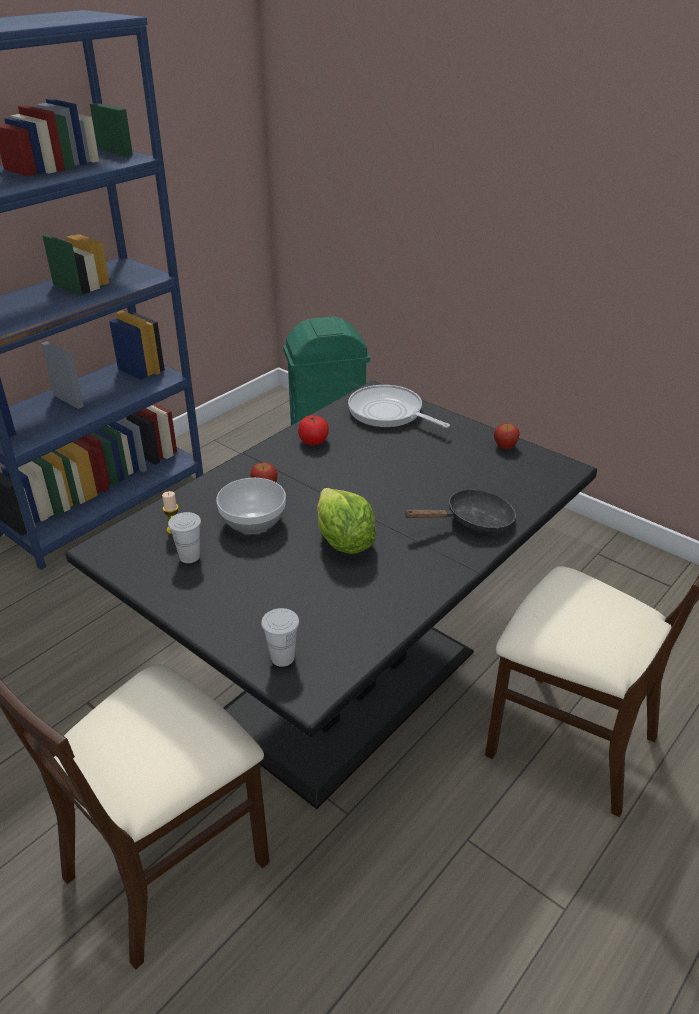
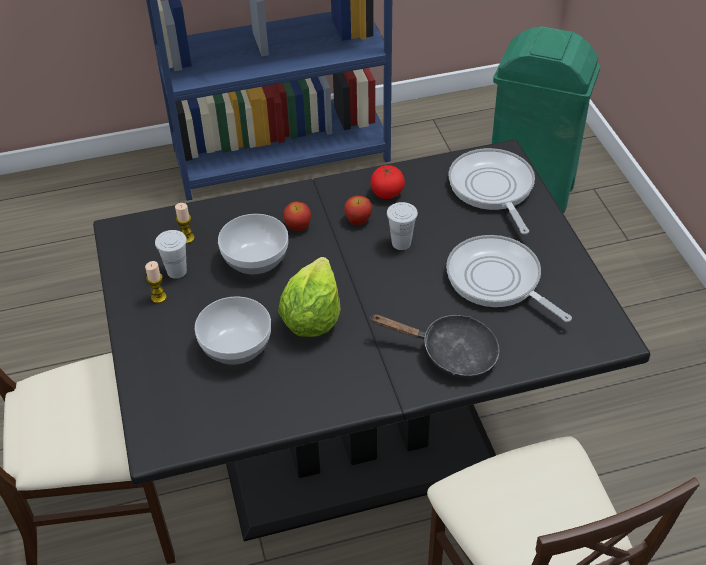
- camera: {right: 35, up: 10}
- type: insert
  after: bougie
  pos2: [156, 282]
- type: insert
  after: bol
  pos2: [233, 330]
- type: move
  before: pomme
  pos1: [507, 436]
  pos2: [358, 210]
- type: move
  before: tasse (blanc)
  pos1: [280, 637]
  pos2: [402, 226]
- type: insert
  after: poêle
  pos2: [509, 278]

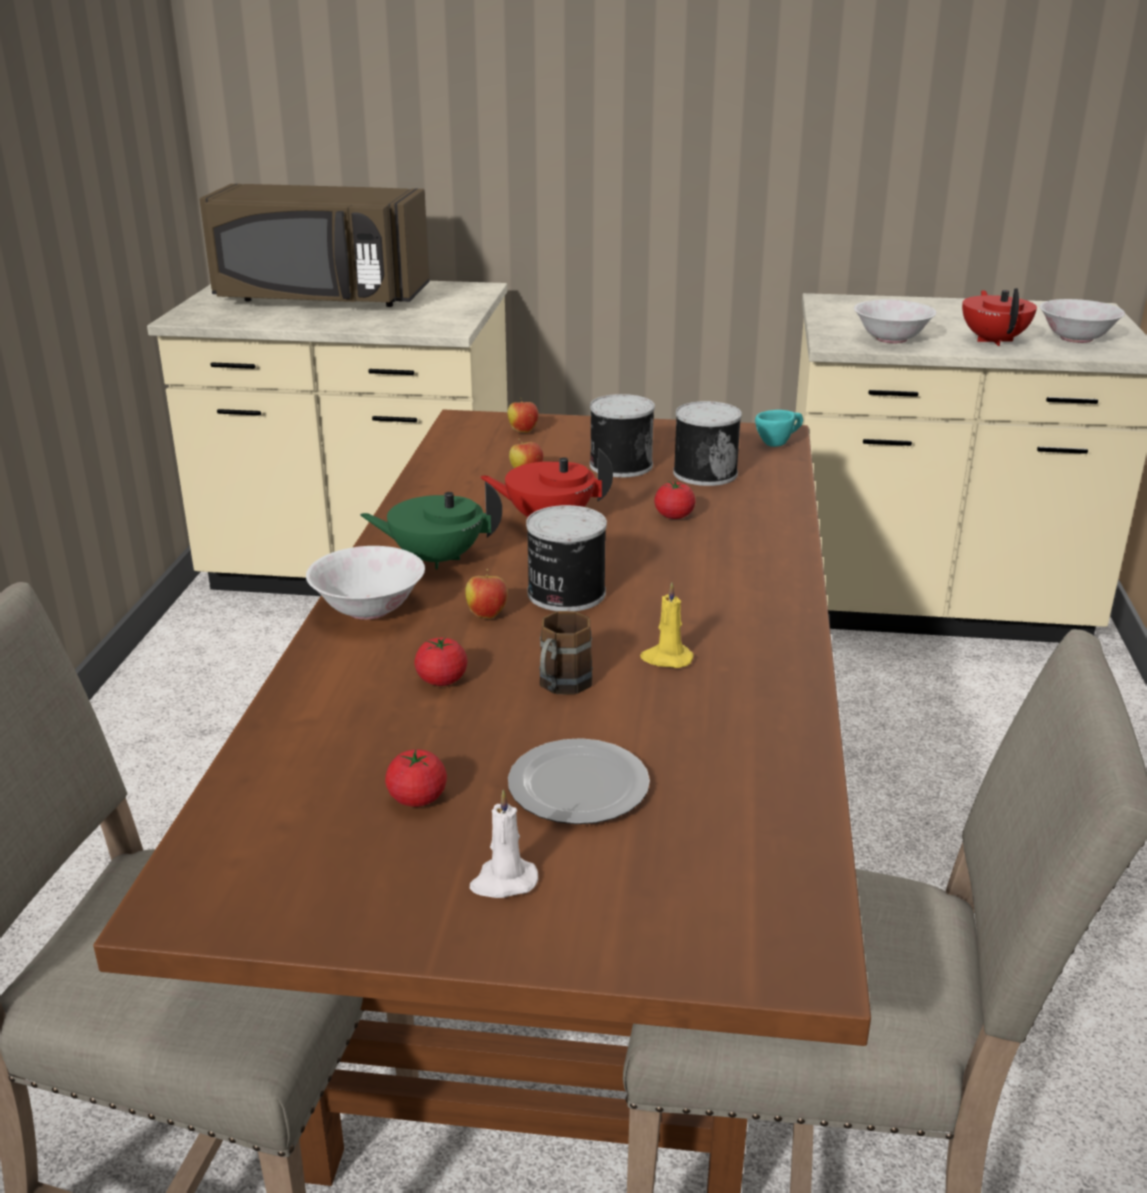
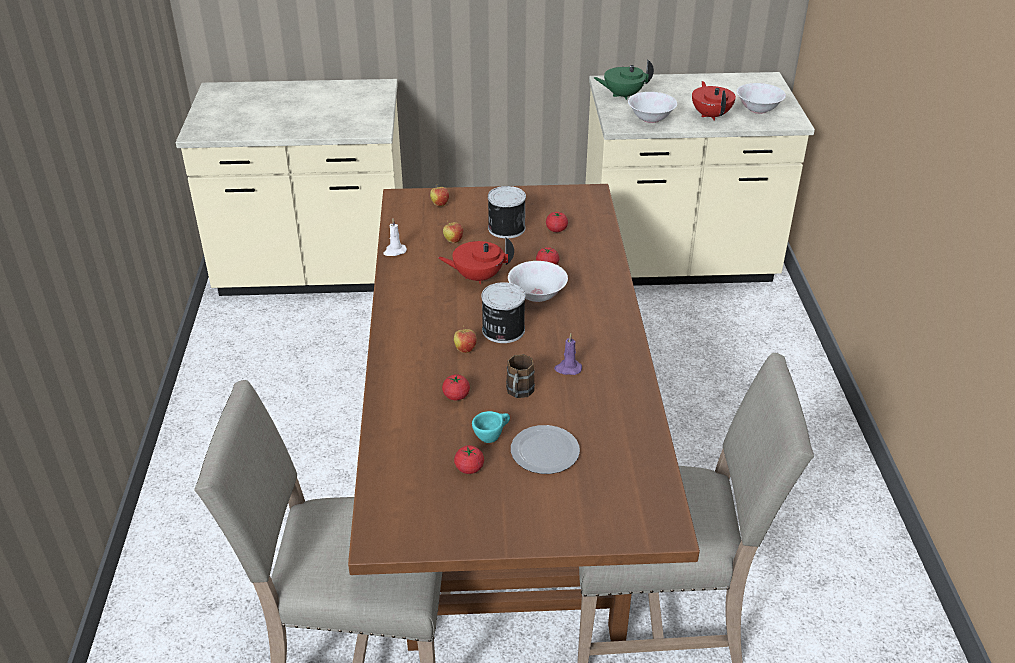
- camera: {right: -10, up: 10}
- type: move
  before: bougie (blanc)
  pos1: [504, 844]
  pos2: [395, 237]
- type: move
  before: tasse (turquoise)
  pos1: [779, 428]
  pos2: [491, 427]
- type: move
  before: bol (blanc)
  pos1: [365, 583]
  pos2: [538, 281]
- type: replace
  before: boîte métallique
  after: tomate
  pos1: [707, 443]
  pos2: [557, 222]
- type: recolor
  before: bougie (jaune)
  after: bougie (violet)
  pos1: [667, 625]
  pos2: [568, 354]
- type: move
  before: théière (vert)
  pos1: [431, 525]
  pos2: [624, 79]
- type: delete
  before: micro-ondes (marron)
  pos1: [314, 245]

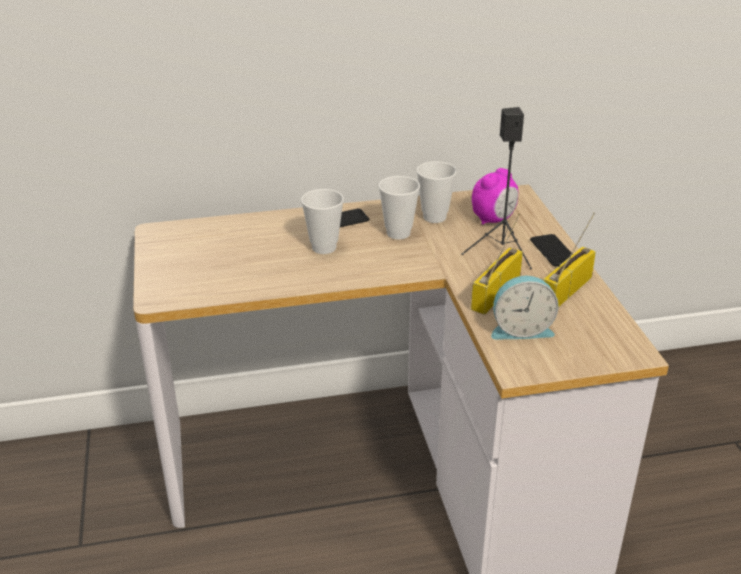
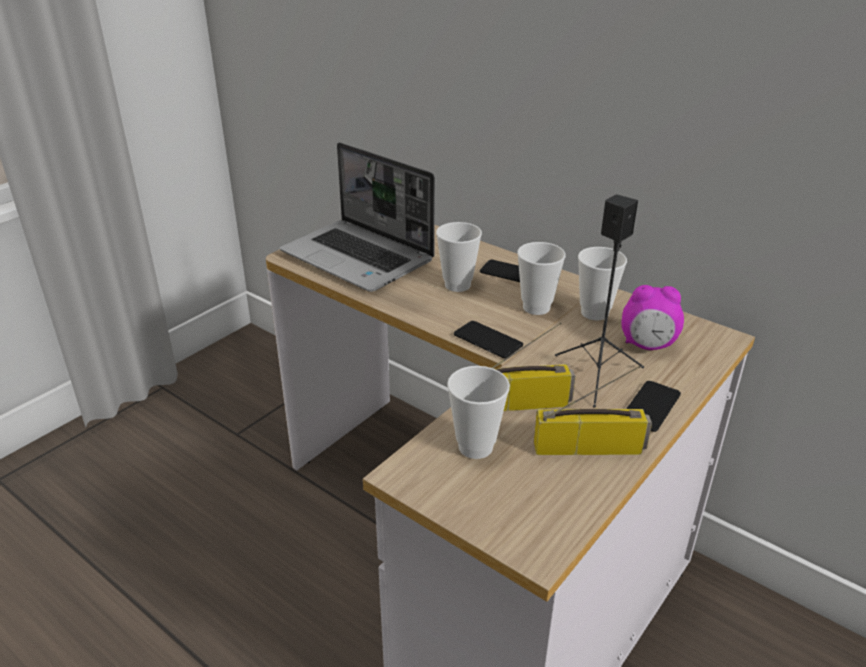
- camera: {right: 50, up: 0}
- type: insert
  after: ordinateur portable
  pos2: [357, 217]
- type: replace
  before: réveil
  after: tasse
  pos1: [525, 308]
  pos2: [478, 412]
- type: insert
  after: téléphone
  pos2: [488, 339]

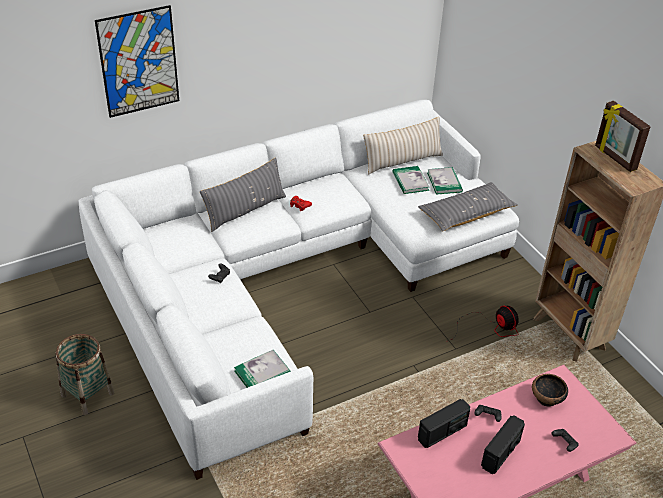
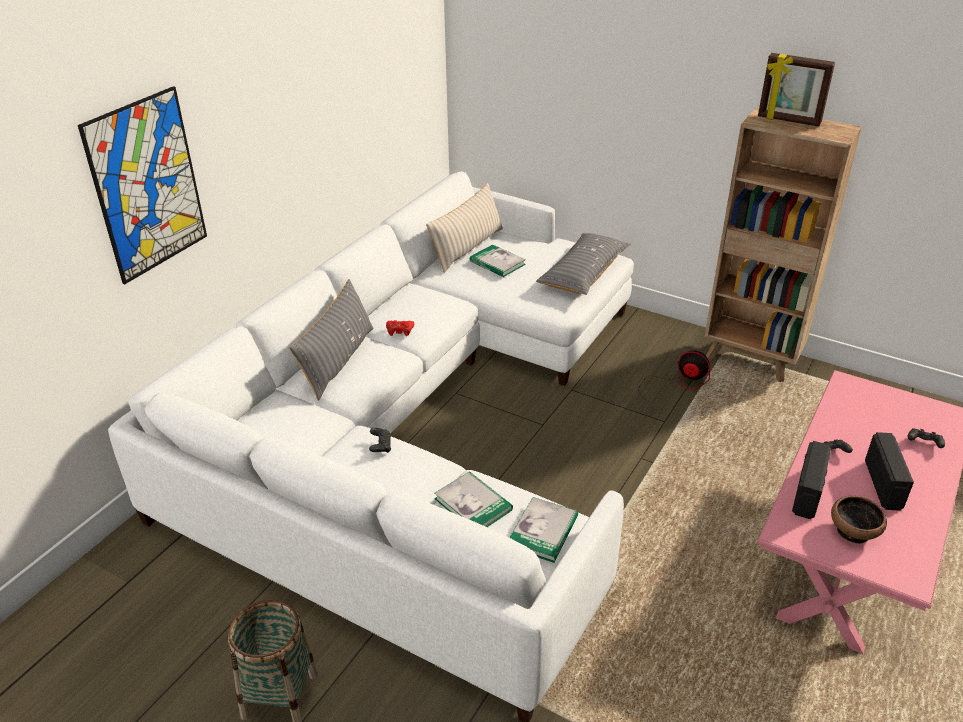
- camera: {right: -30, up: -5}
- type: move
  before: livre
  pos1: [445, 181]
  pos2: [473, 499]
- type: move
  before: bol
  pos1: [550, 390]
  pos2: [859, 520]

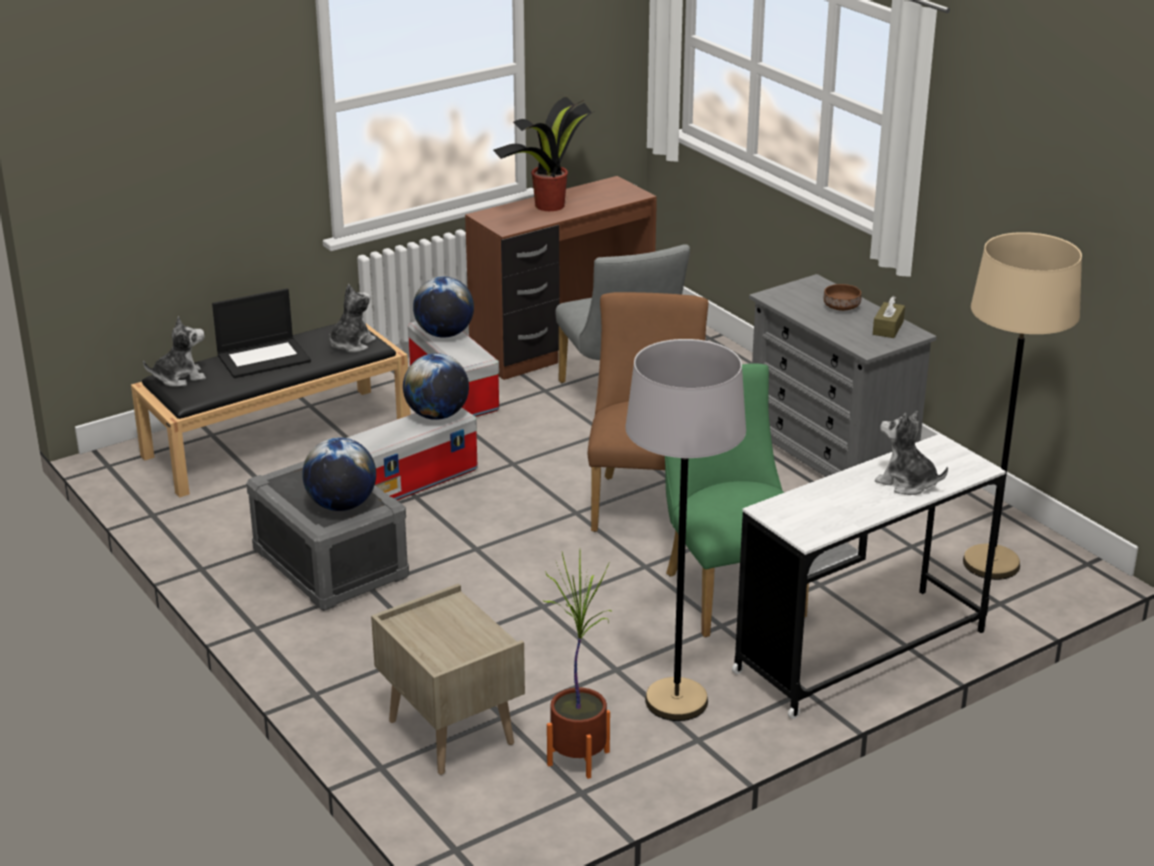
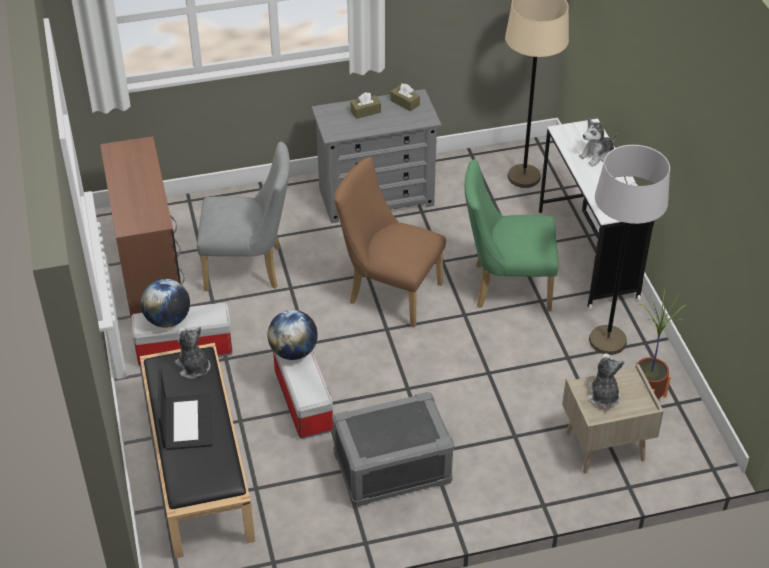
- camera: {right: -70, up: 15}
- type: replace
  before: bol (marron)
  after: boîte à mouchoirs (marron)
  pos1: [843, 297]
  pos2: [366, 105]
- type: move
  before: peluche
  pos1: [174, 351]
  pos2: [606, 380]
- type: delete
  before: globe
  pos1: [339, 474]
- type: delete
  before: plante en pot
  pos1: [544, 153]

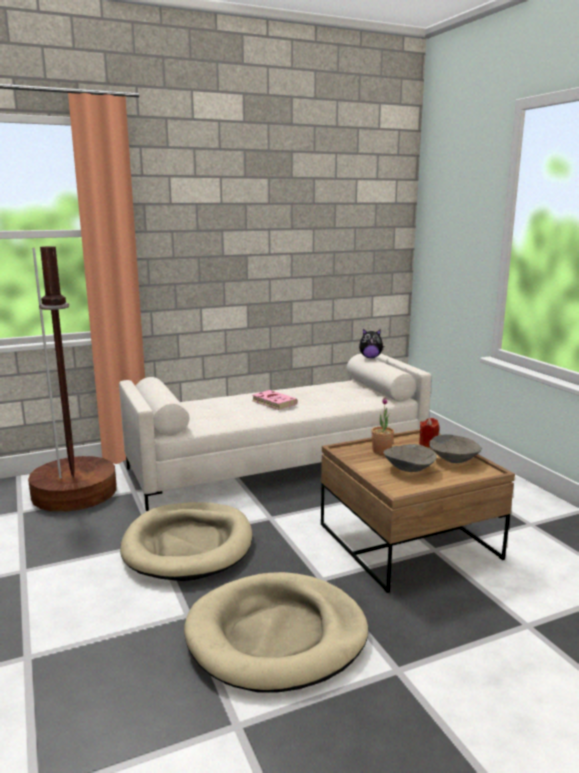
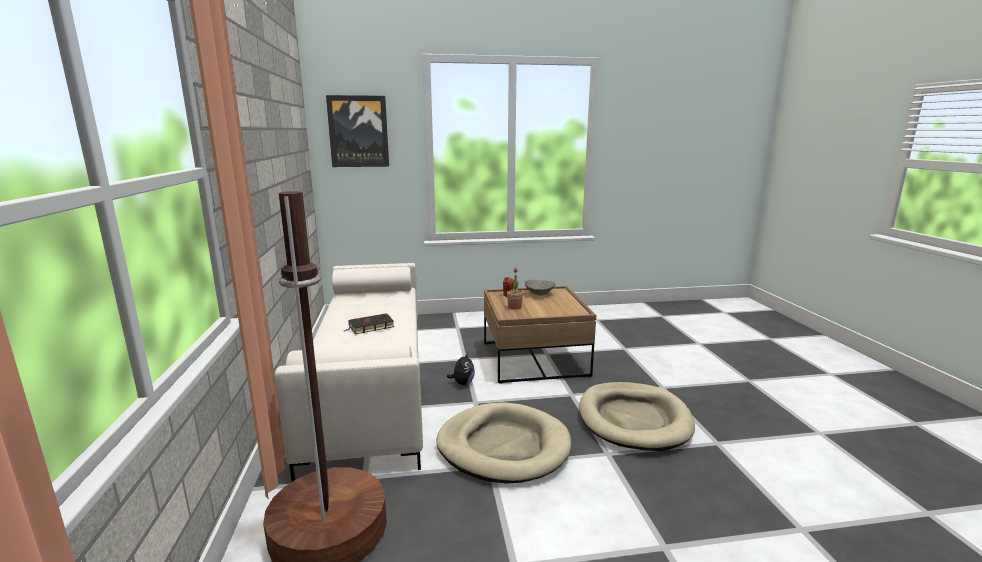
- camera: {right: -75, up: 0}
- type: insert
  after: tableau
  pos2: [357, 131]
- type: recolor
  before: livre (rose)
  after: livre (noir)
  pos1: [275, 400]
  pos2: [368, 323]
- type: move
  before: peluche
  pos1: [371, 343]
  pos2: [461, 369]
- type: delete
  before: bol (gris)
  pos1: [410, 458]

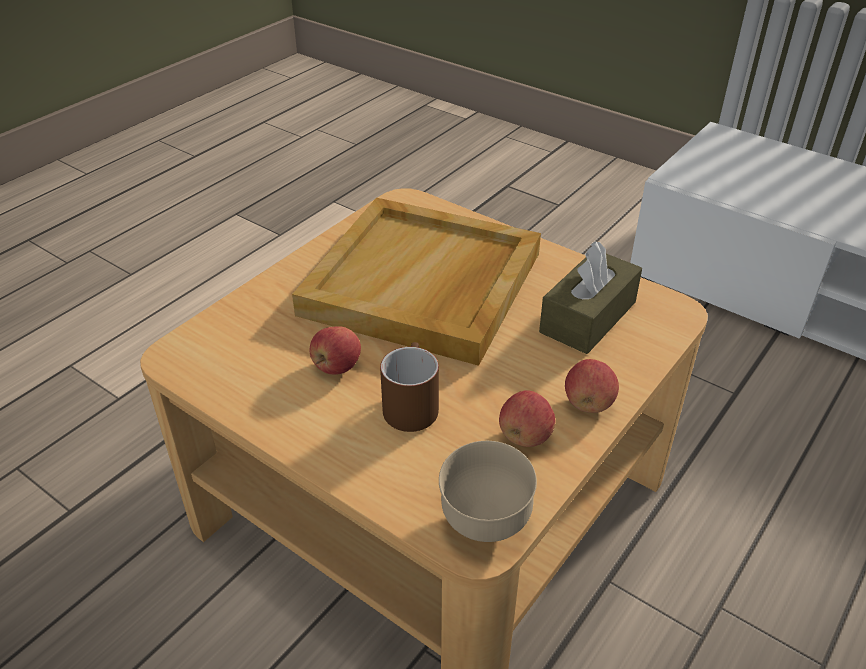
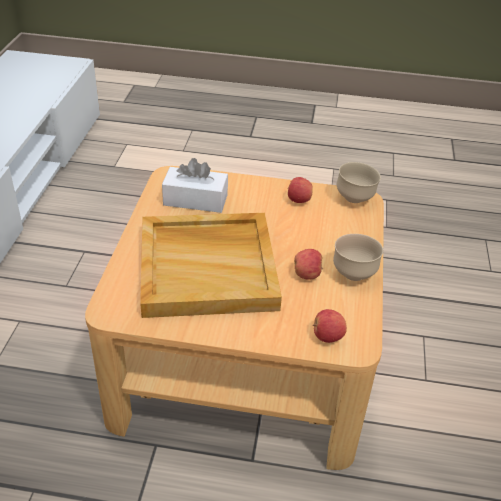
- camera: {right: -120, up: 0}
- type: recolor
  before: boîte à mouchoirs (marron)
  after: boîte à mouchoirs (blanc)
  pos1: [590, 298]
  pos2: [195, 185]
- type: move
  before: pomme
  pos1: [592, 386]
  pos2: [330, 326]
- type: insert
  after: bol (beige)
  pos2: [358, 257]
- type: delete
  before: mug (marron)
  pos1: [409, 387]

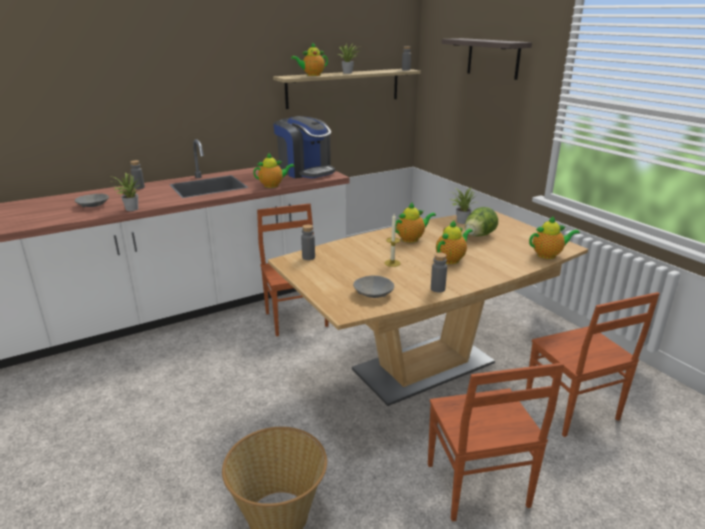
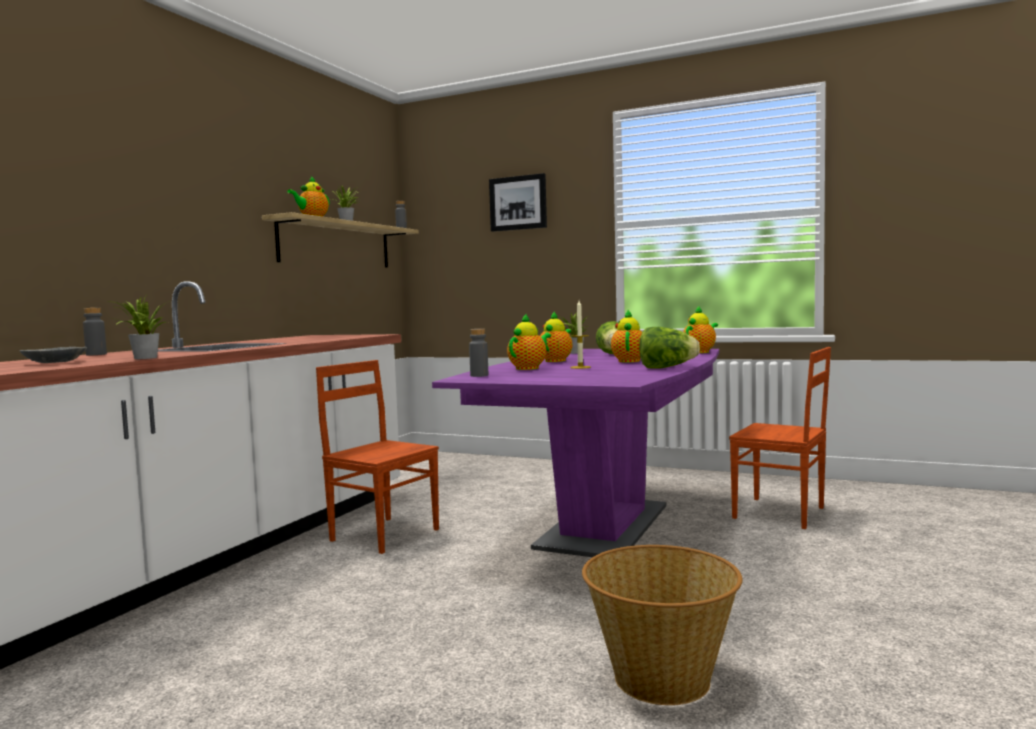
- camera: {right: -35, up: -20}
- type: recolor
  before: table à manger (marron)
  after: table à manger (violet)
  pos1: [428, 308]
  pos2: [575, 453]
- type: replace
  before: étagère
  after: tableau
  pos1: [486, 59]
  pos2: [518, 202]
- type: move
  before: théière
  pos1: [274, 170]
  pos2: [529, 341]
- type: replace
  before: bouteille (gris)
  after: laitue
  pos1: [439, 272]
  pos2: [669, 348]
- type: delete
  before: machine à café
  pos1: [304, 147]
- type: delete
  before: bol (gris)
  pos1: [373, 286]
- type: delete
  before: chaise (marron)
  pos1: [496, 442]

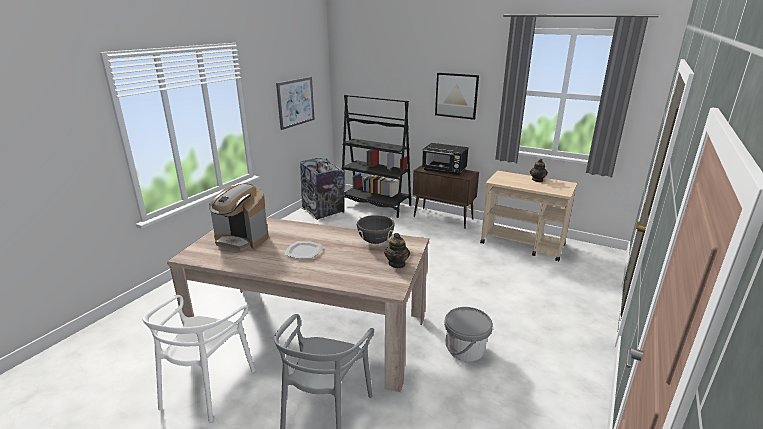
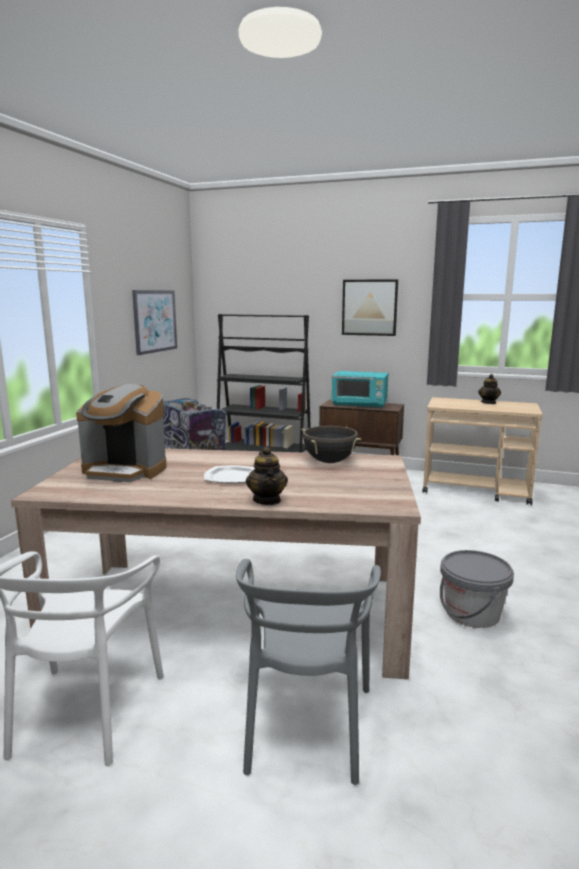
- camera: {right: -10, up: -10}
- type: move
  before: théière
  pos1: [397, 250]
  pos2: [267, 476]
- type: recolor
  before: micro-ondes (noir)
  after: micro-ondes (turquoise)
  pos1: [445, 159]
  pos2: [360, 389]

